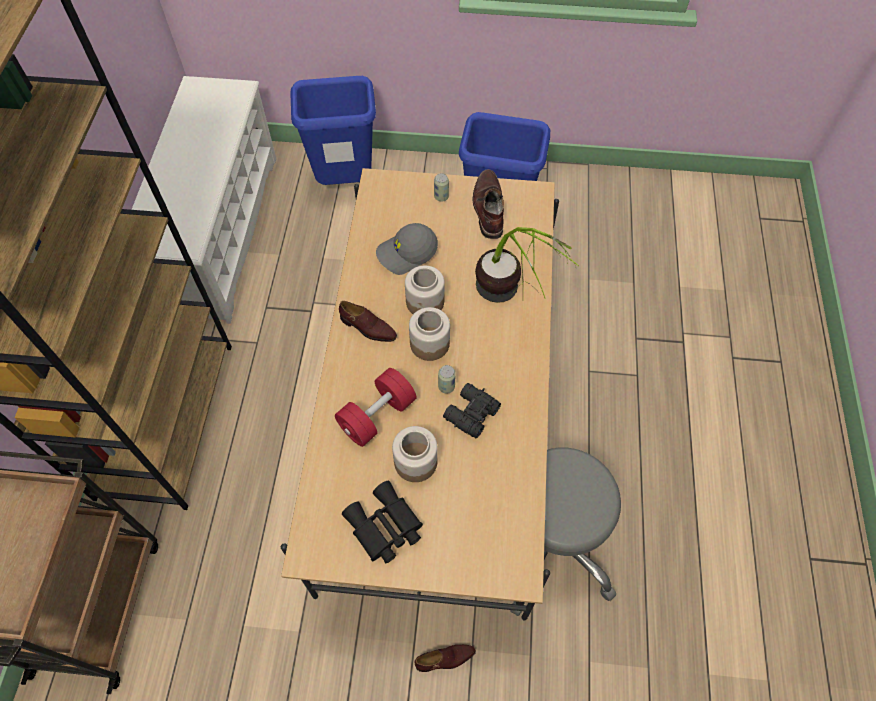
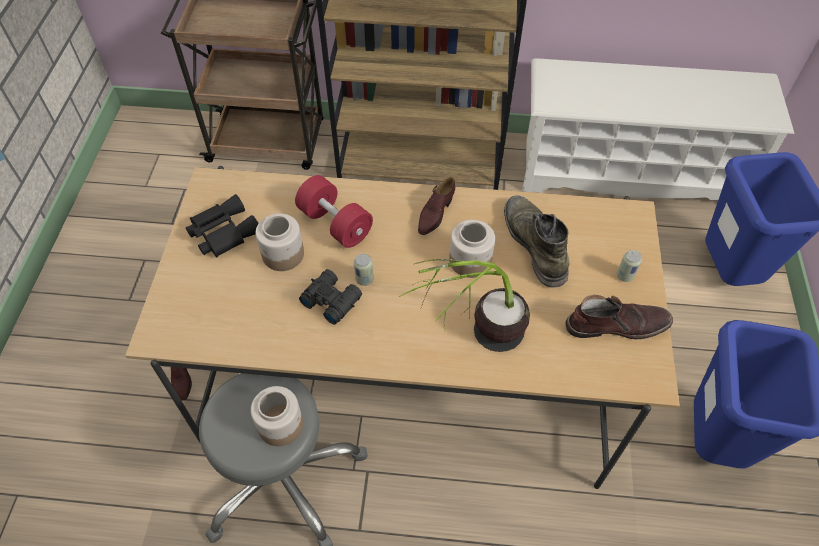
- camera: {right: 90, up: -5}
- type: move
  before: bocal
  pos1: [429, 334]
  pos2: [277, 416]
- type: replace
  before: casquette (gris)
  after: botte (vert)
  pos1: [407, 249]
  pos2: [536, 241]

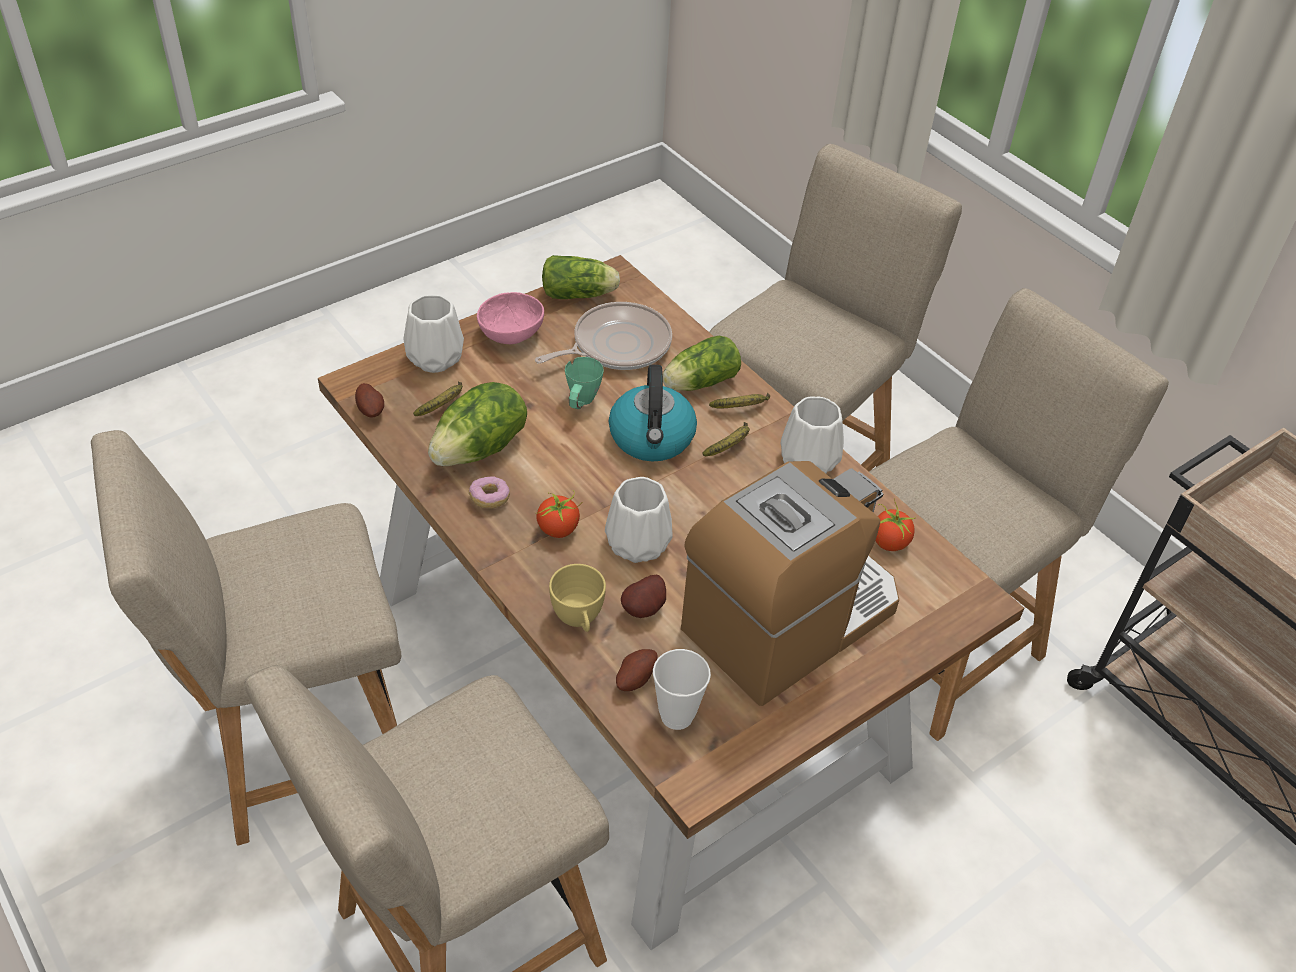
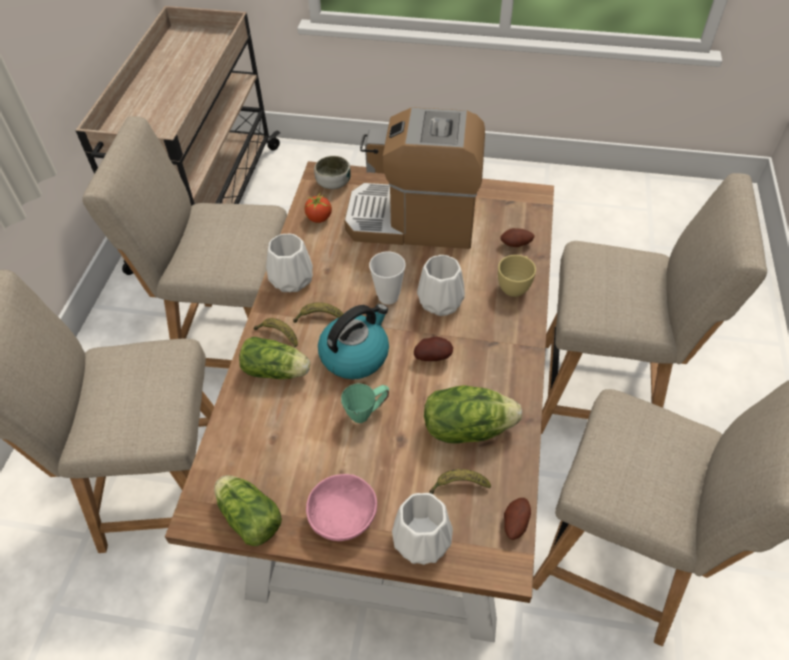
- camera: {right: -130, up: 5}
- type: insert
  after: bol
  pos2: [332, 172]
- type: move
  before: tasse
  pos1: [682, 689]
  pos2: [387, 277]
- type: move
  before: pomme de terre
  pos1: [643, 596]
  pos2: [433, 349]
- type: delete
  before: beignet
  pos1: [489, 492]
- type: delete
  before: poêle
  pos1: [603, 336]
- type: delete
  before: tomate
  pos1: [559, 514]

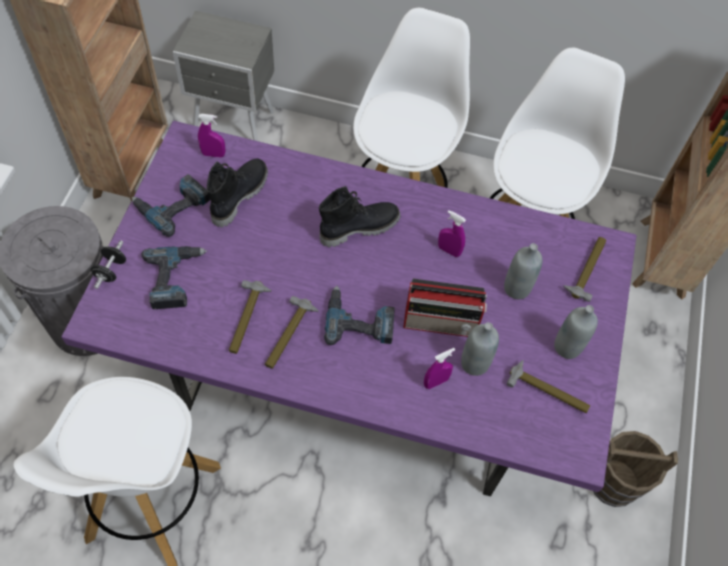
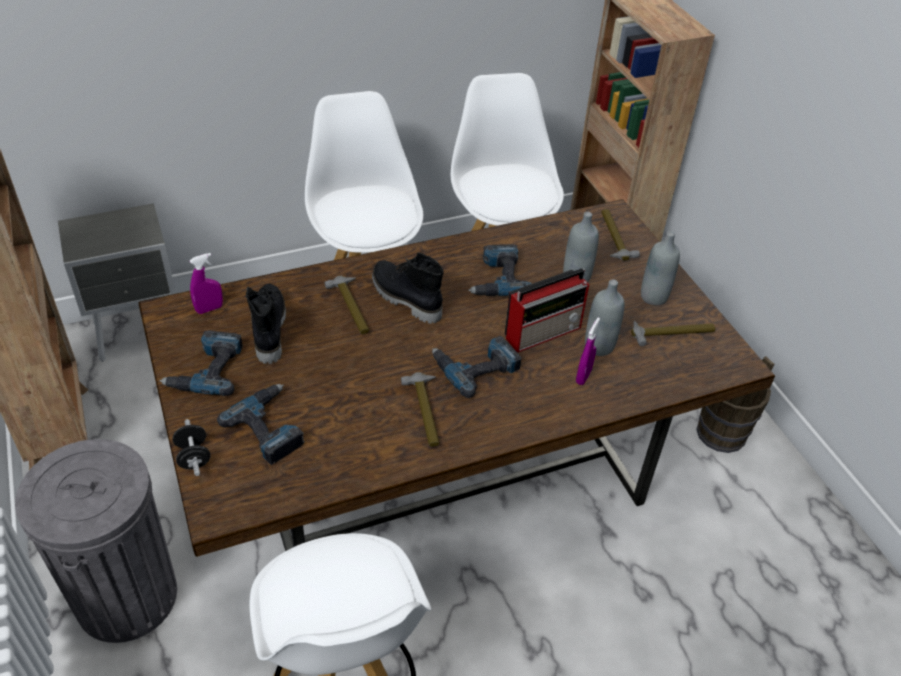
- camera: {right: -35, up: -15}
- type: recolor
  before: table à manger (violet)
  after: table à manger (marron)
  pos1: [349, 308]
  pos2: [456, 378]
- type: move
  before: marteau
  pos1: [250, 317]
  pos2: [347, 305]
- type: rotate
  before: botte (noir)
  pos1: [359, 216]
  pos2: [408, 288]
  turn: -75
- type: replace
  before: vaporisateur (violet)
  after: perceuse
  pos1: [452, 233]
  pos2: [500, 270]

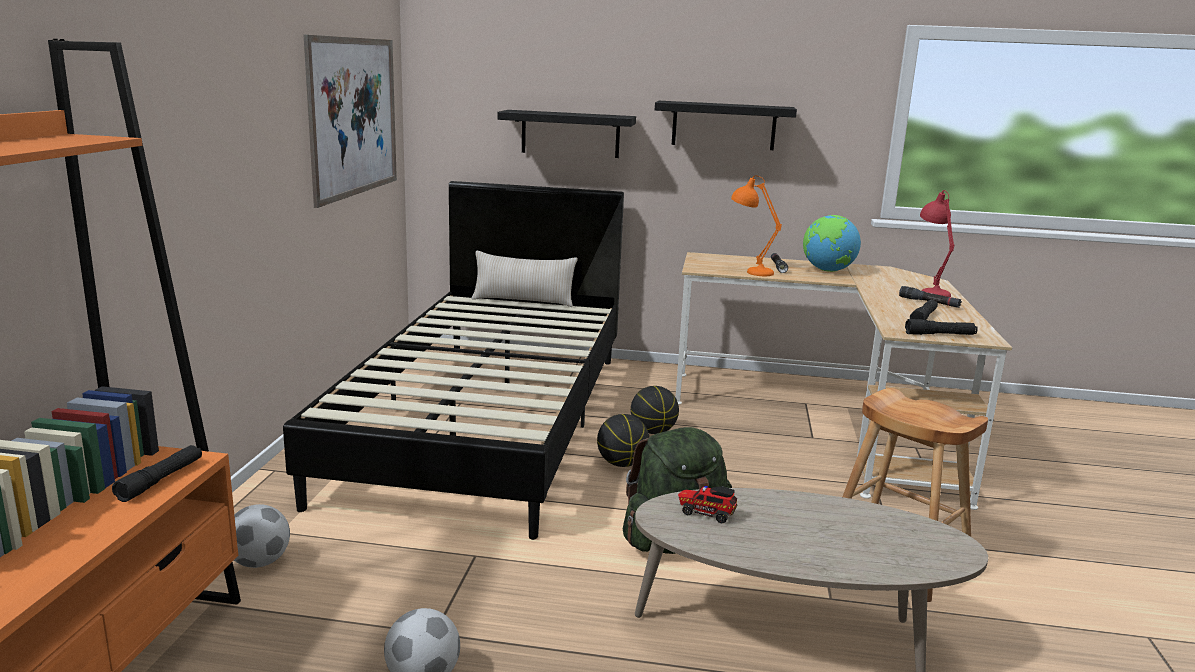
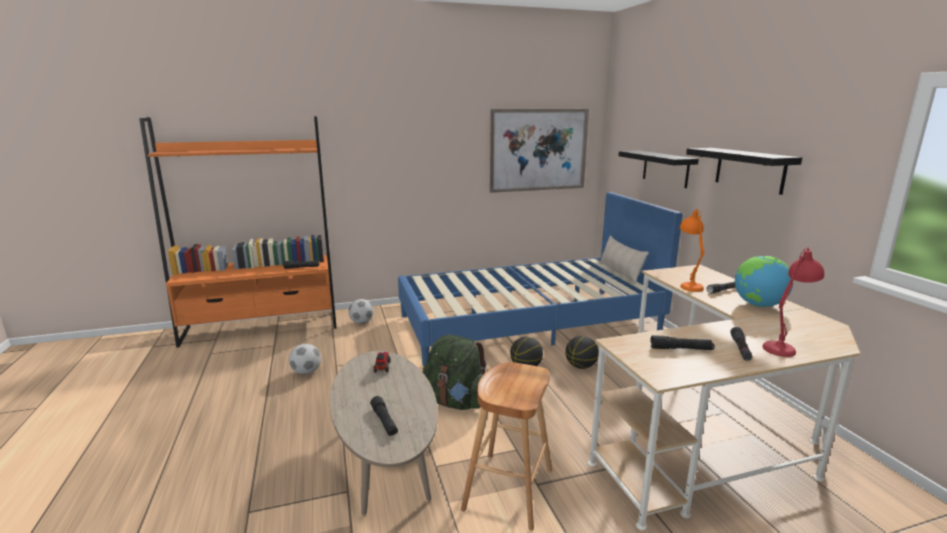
- camera: {right: 65, up: 0}
- type: move
  before: lampe de poche (noir)
  pos1: [941, 327]
  pos2: [384, 416]
- type: recolor
  before: lit (noir)
  after: lit (bleu)
  pos1: [453, 360]
  pos2: [540, 279]

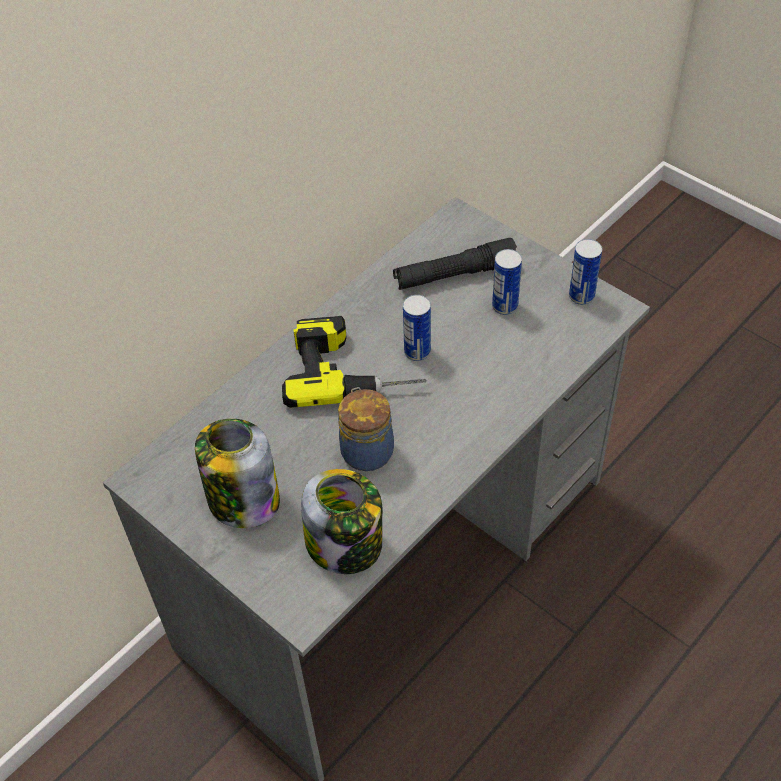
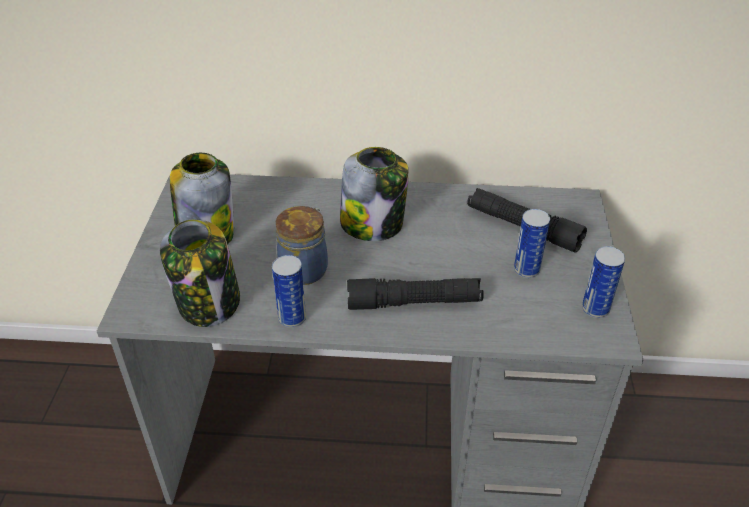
- camera: {right: 50, up: -10}
- type: move
  before: boîte métallique
  pos1: [417, 328]
  pos2: [289, 291]
- type: replace
  before: perceuse
  after: bocal
  pos1: [354, 362]
  pos2: [374, 194]
- type: insert
  after: lampe de poche (noir)
  pos2: [415, 294]

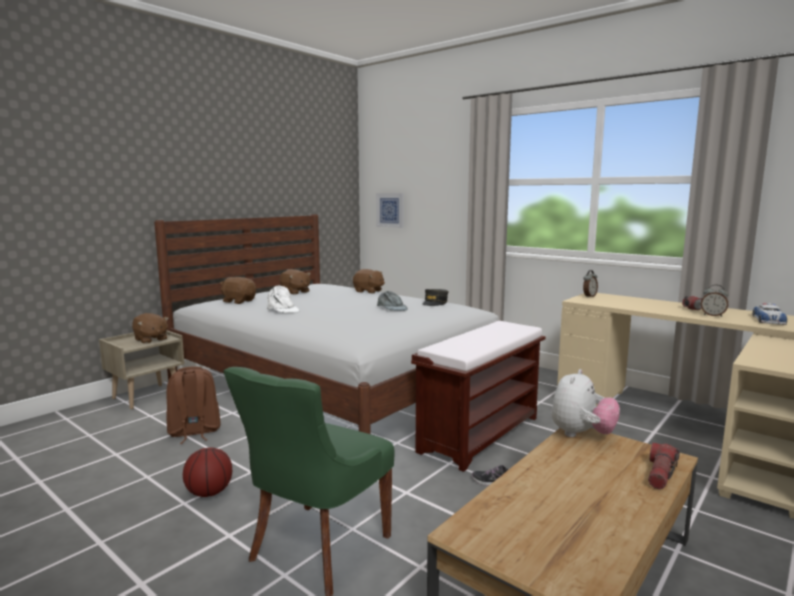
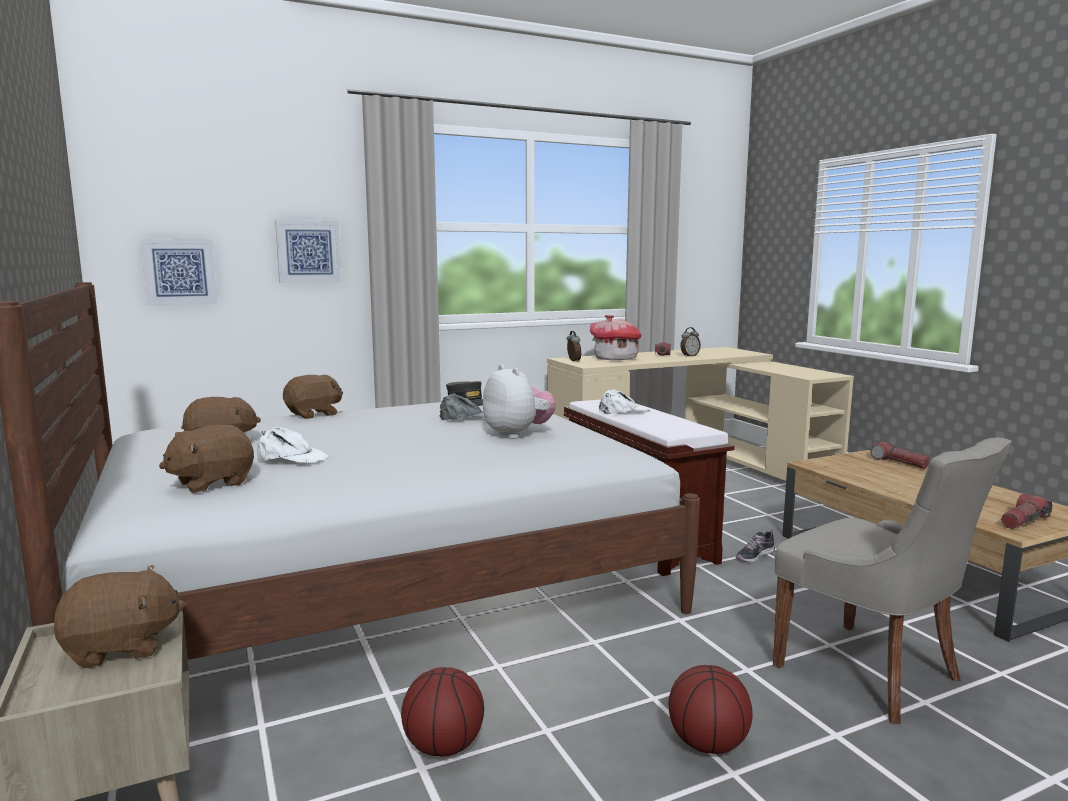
- camera: {right: -65, up: 0}
- type: insert
  after: tableau
  pos2: [308, 251]
- type: replace
  before: sac à dos (marron)
  after: ballon de basket
  pos1: [193, 405]
  pos2: [442, 712]
- type: move
  before: peluche
  pos1: [585, 403]
  pos2: [519, 401]
- type: insert
  after: maison miniature
  pos2: [616, 337]
- type: move
  before: casquette (blanc)
  pos1: [283, 303]
  pos2: [624, 401]
- type: recolor
  before: chaise (vert)
  after: chaise (gris)
  pos1: [308, 481]
  pos2: [892, 581]
- type: insert
  after: lampe de poche
  pos2: [1027, 511]
- type: delete
  before: petite voiture
  pos1: [769, 314]

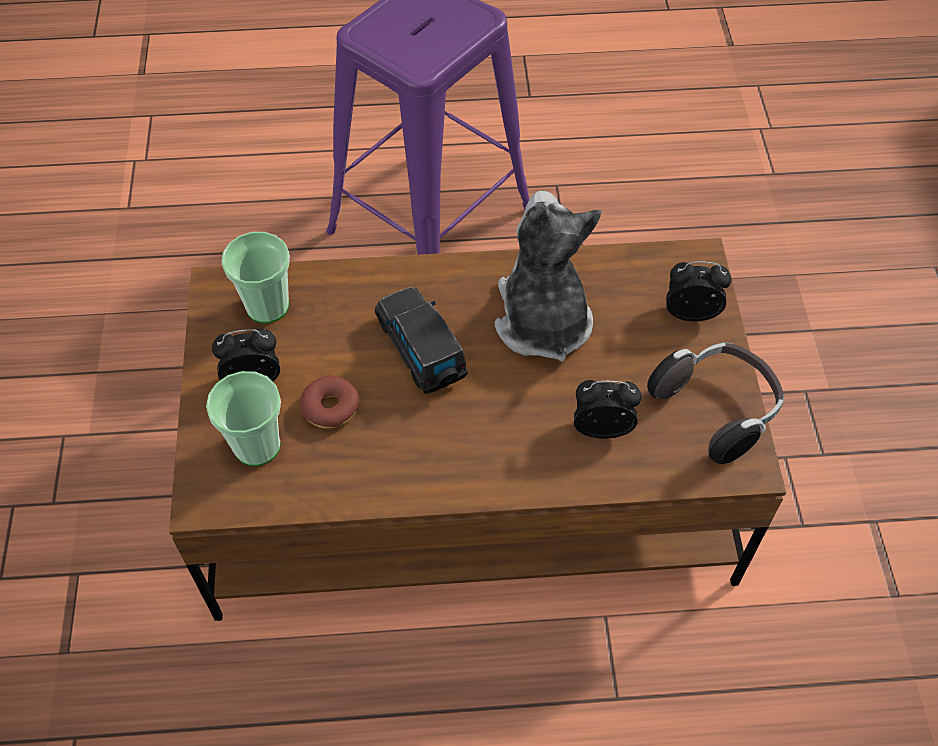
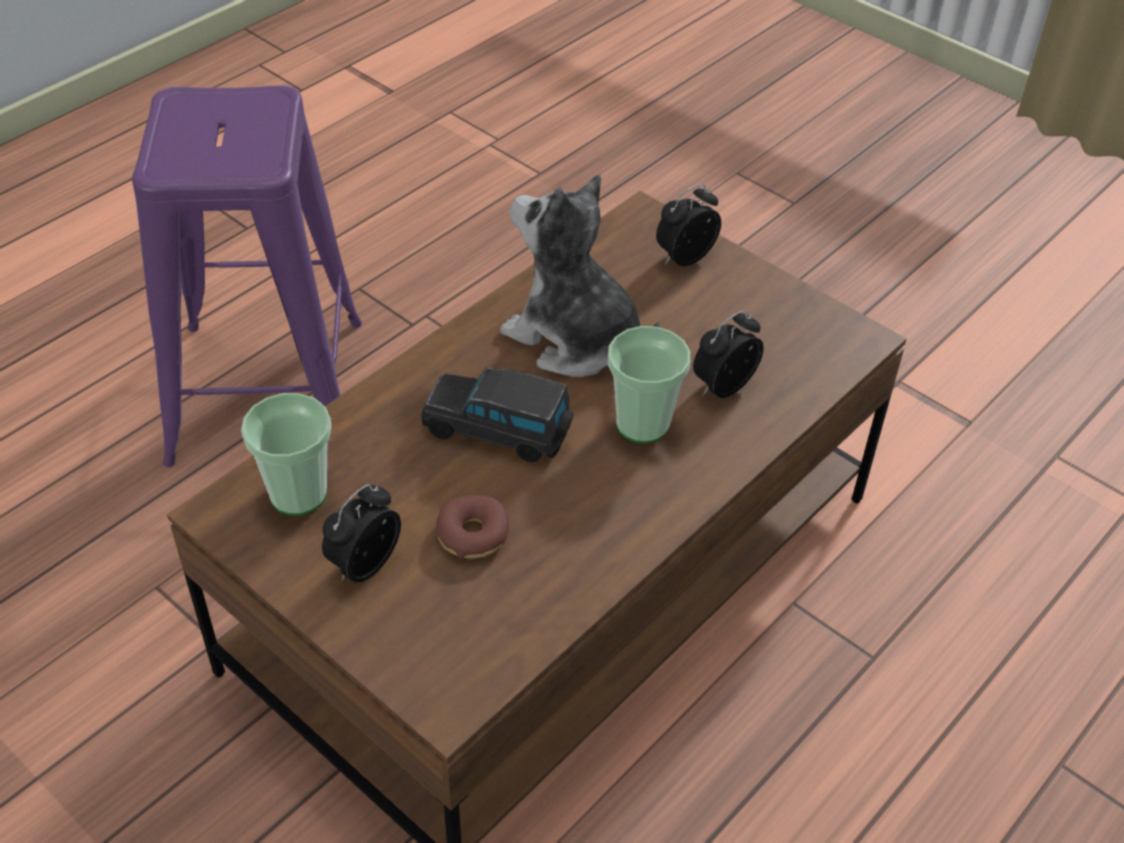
- camera: {right: -45, up: -10}
- type: move
  before: tasse
  pos1: [243, 418]
  pos2: [649, 384]
- type: delete
  before: casque audio
  pos1: [715, 403]

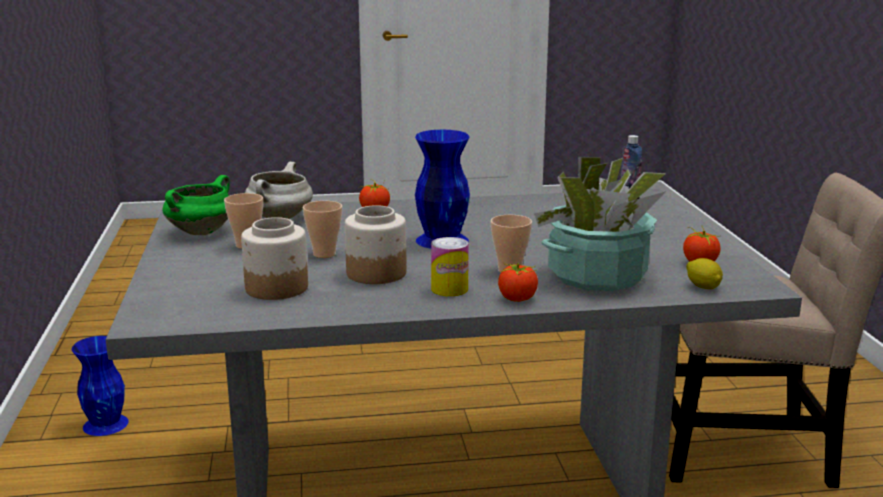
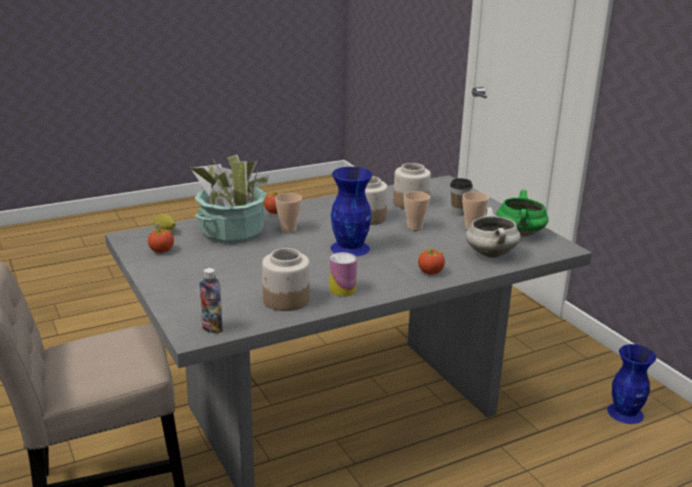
- camera: {right: 160, up: 5}
- type: insert
  after: bocal
  pos2: [286, 279]
- type: move
  before: boîte métallique
  pos1: [450, 267]
  pos2: [343, 274]
- type: insert
  after: tasse
  pos2: [461, 197]

